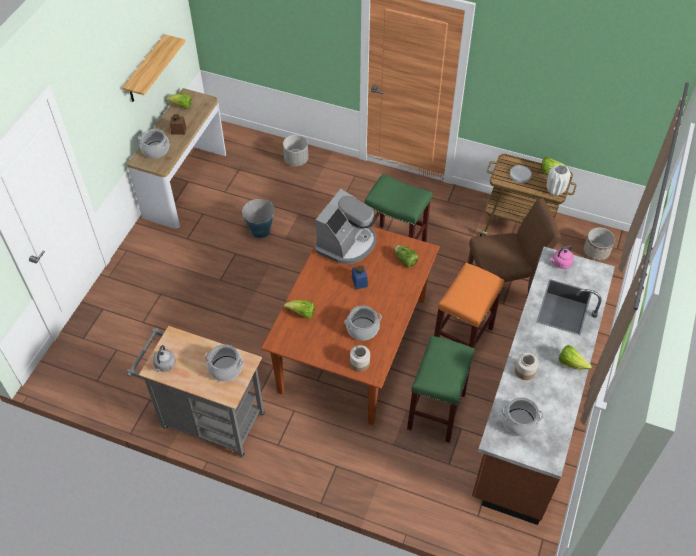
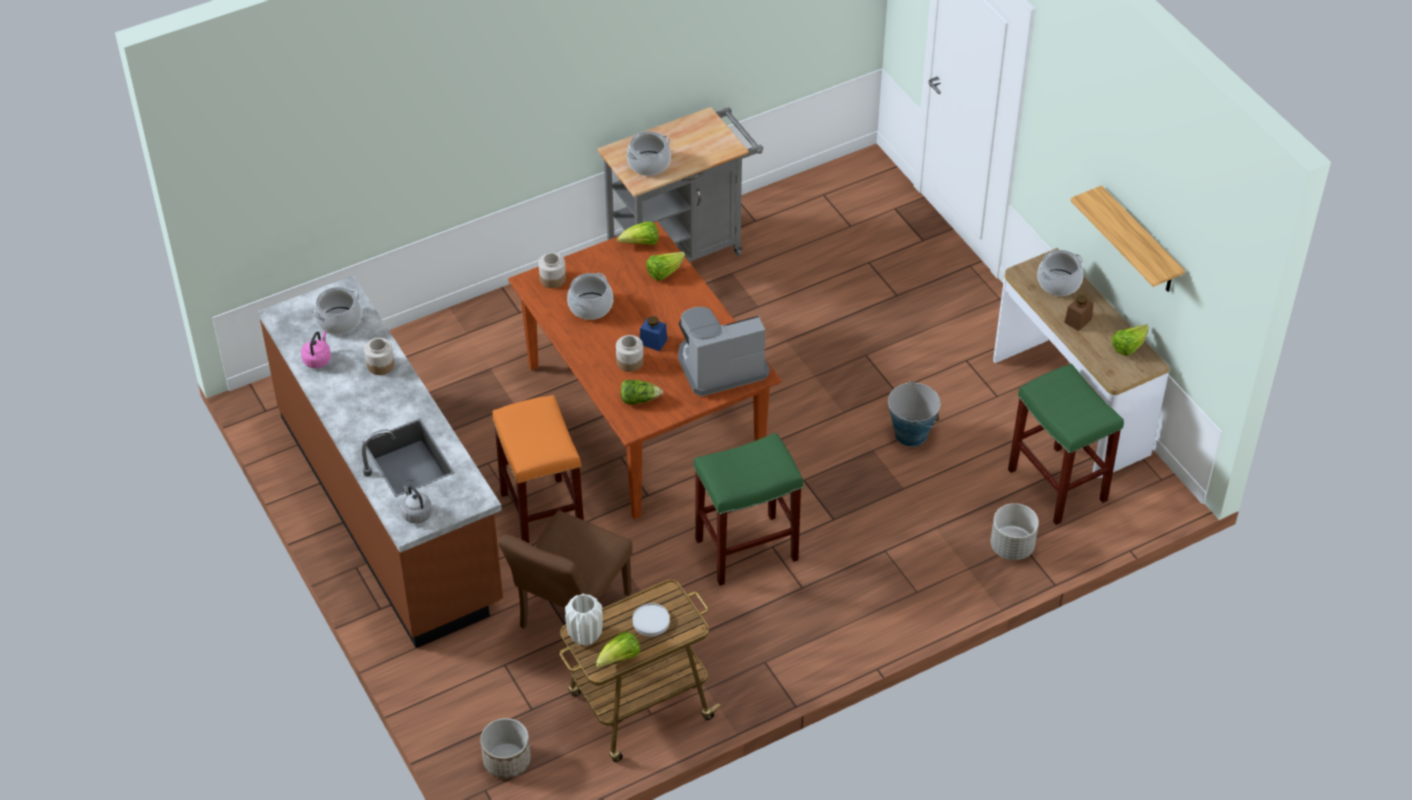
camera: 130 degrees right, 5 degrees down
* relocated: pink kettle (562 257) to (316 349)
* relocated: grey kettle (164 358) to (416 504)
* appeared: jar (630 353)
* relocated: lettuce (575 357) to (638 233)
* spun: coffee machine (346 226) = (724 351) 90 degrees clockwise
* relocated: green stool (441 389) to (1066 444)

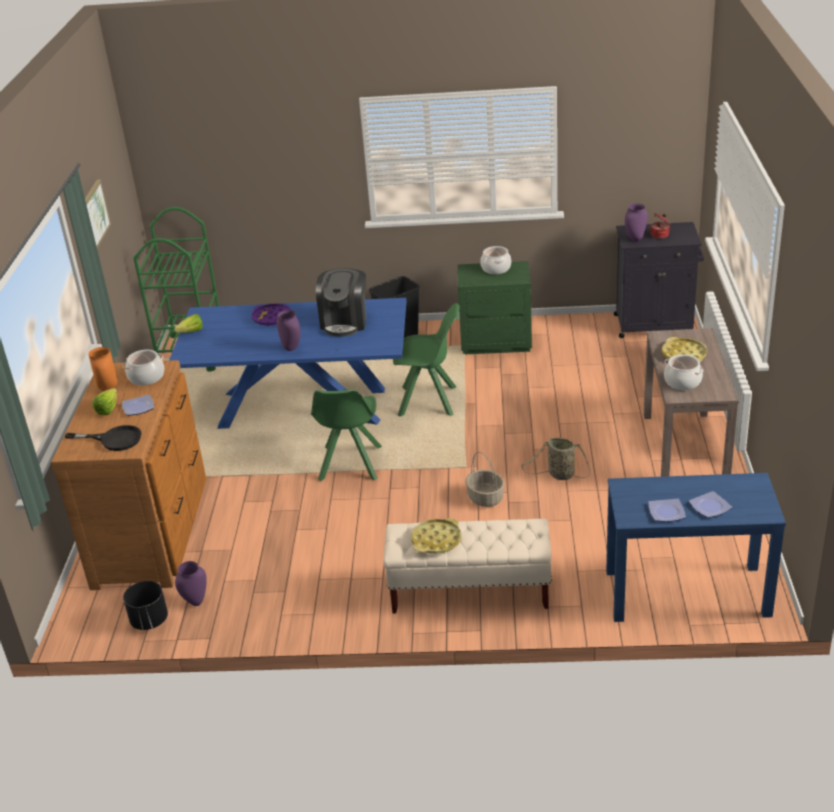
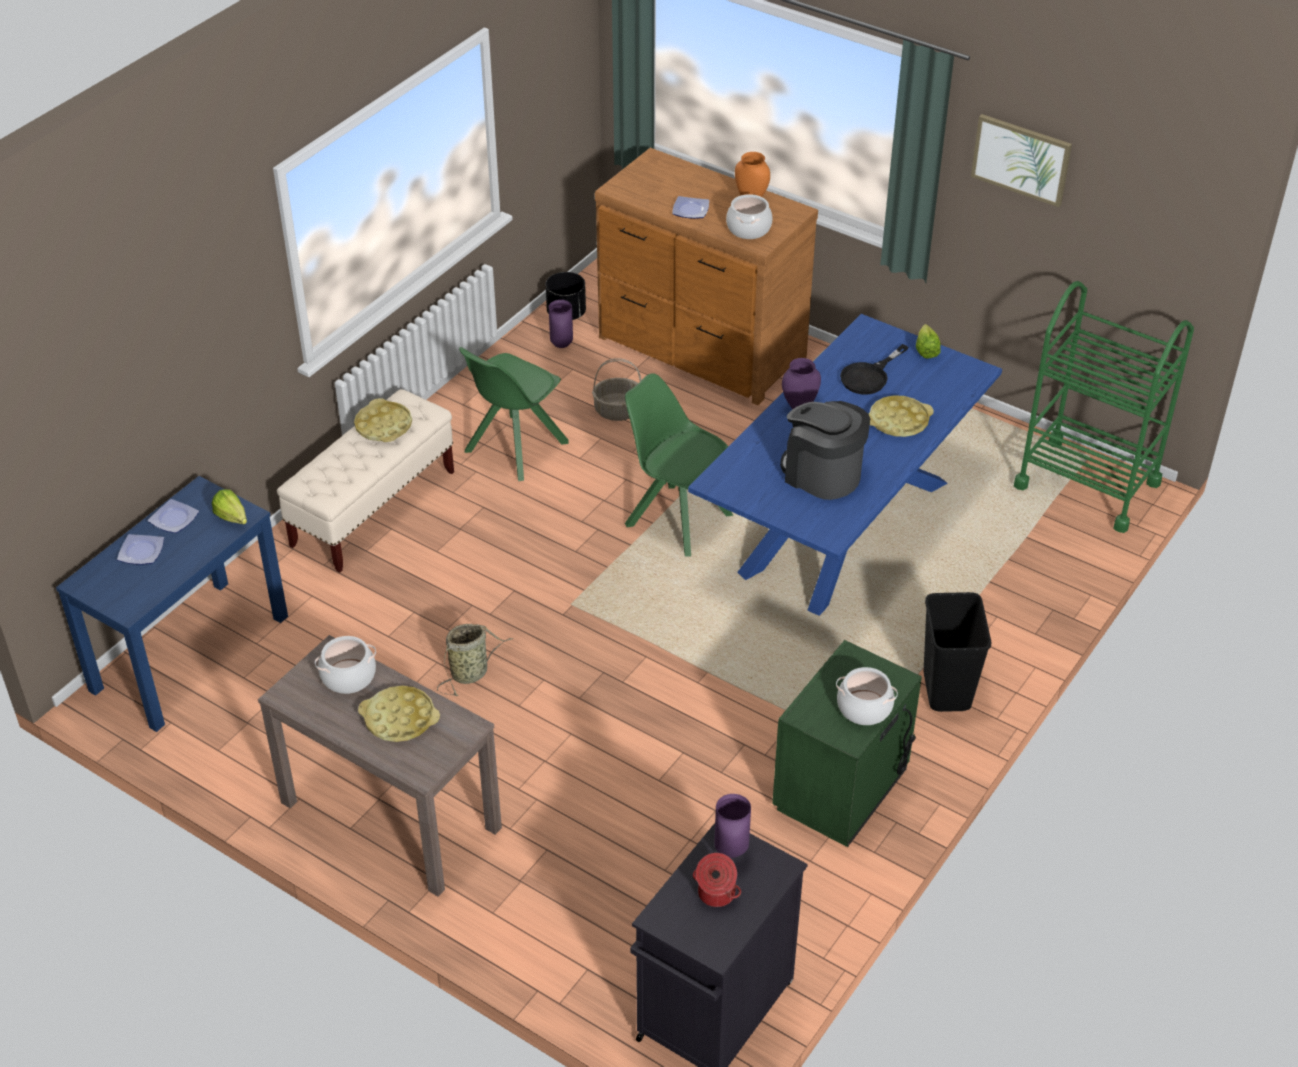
camera: 120 degrees right, 10 degrees up
* relocated: lettuce (104 401) to (229 506)
* relocated: green chair (426 360) to (514 414)
* relocated: basket (484 479) to (617 389)
* relocated: black frying pan (103 438) to (874 369)
* colour: purple tray (271 314) to yellow tray (901 416)

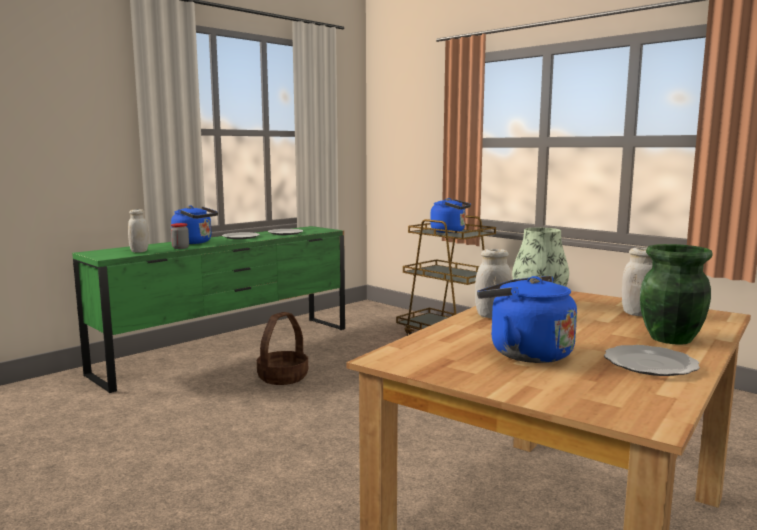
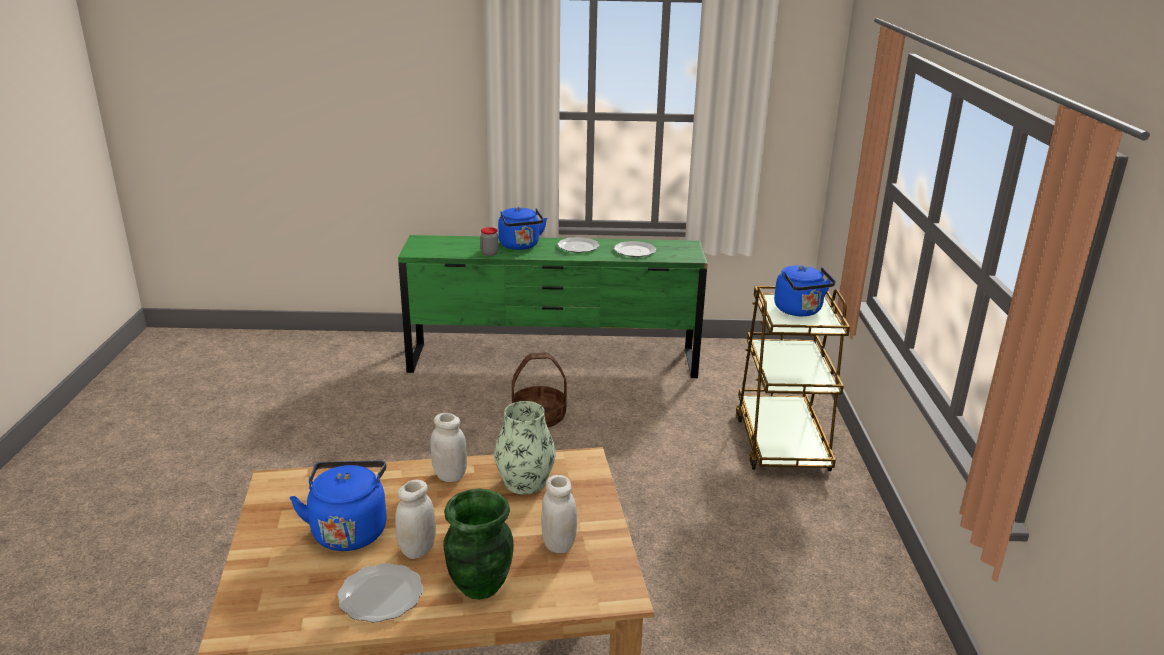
camera: 45 degrees right, 15 degrees up
* relocated: white jar (138 231) to (415 519)

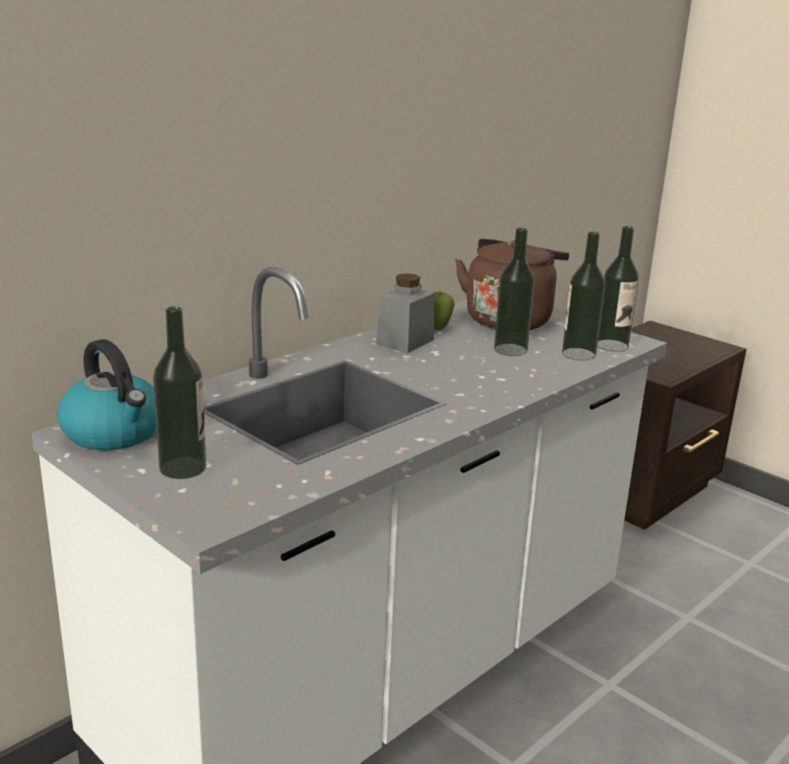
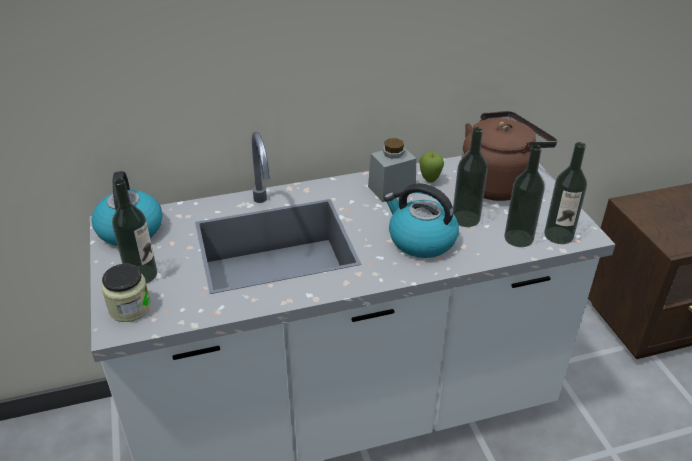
camera: 30 degrees right, 15 degrees up
* appeared: jar (126 293)
* appeared: kettle (421 220)

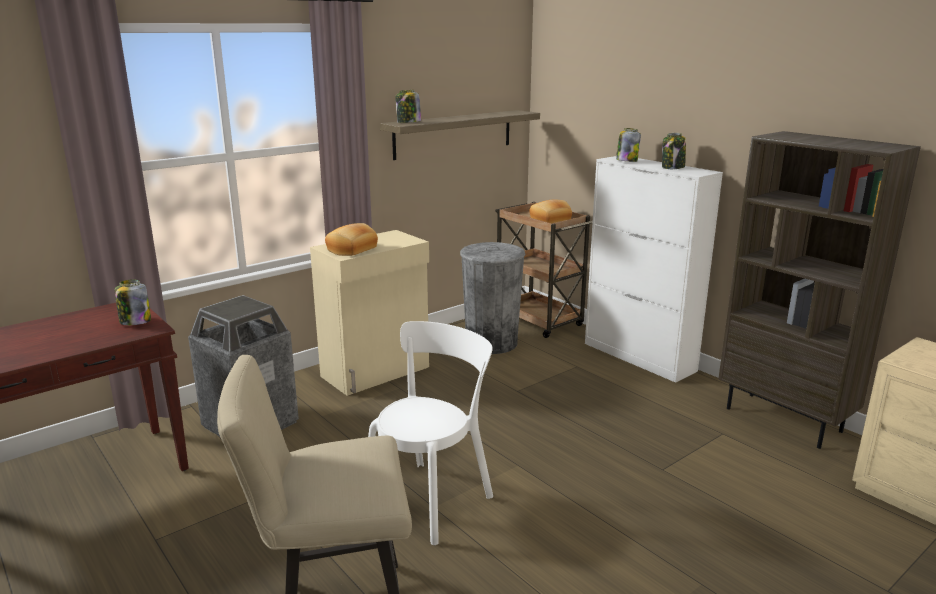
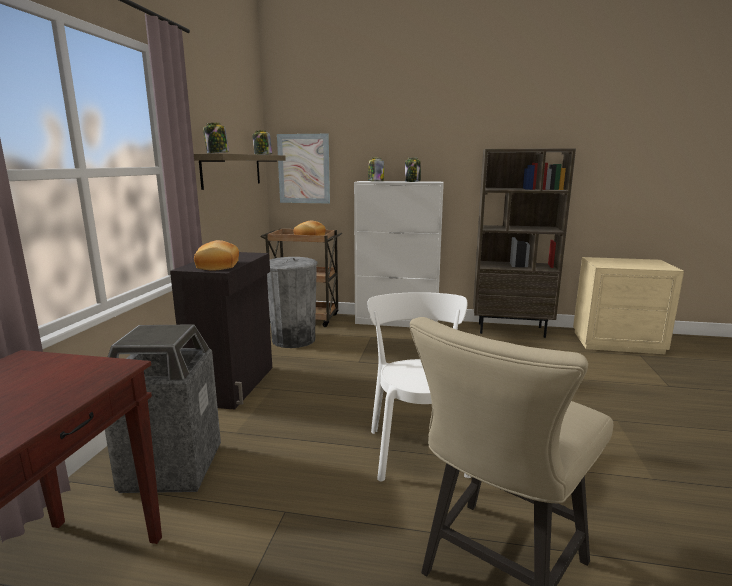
camera: 40 degrees left, 5 degrees down
* colour: beige cabinet (369 313) to black cabinet (221 330)
* relocated: jar (133 302) to (262 142)
* appeared: picture (303 169)

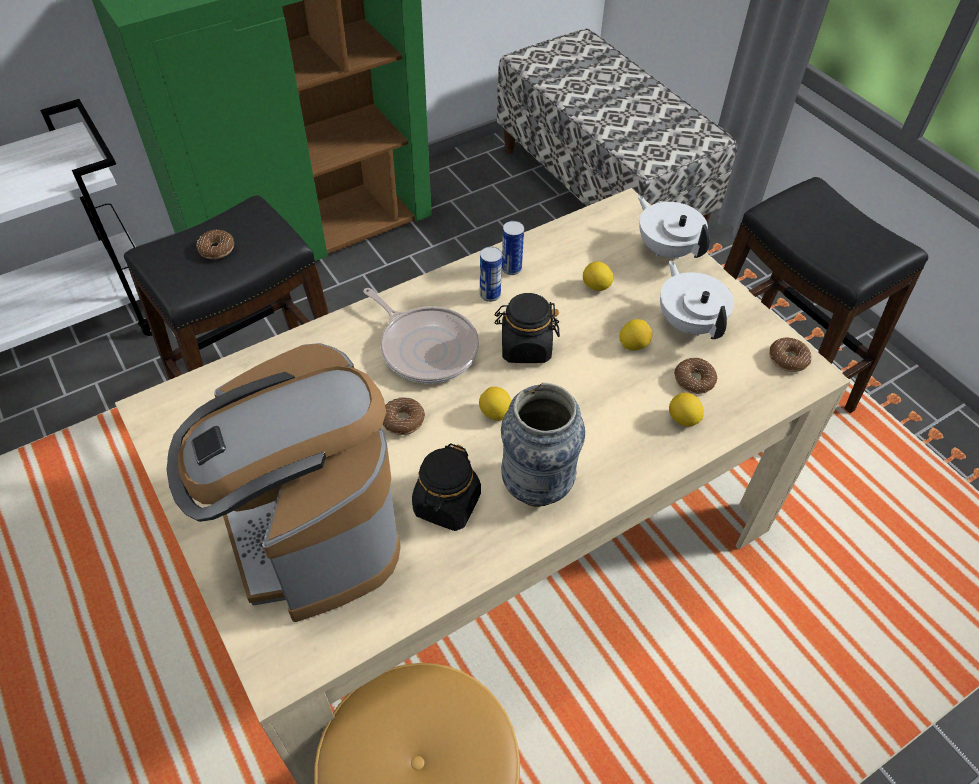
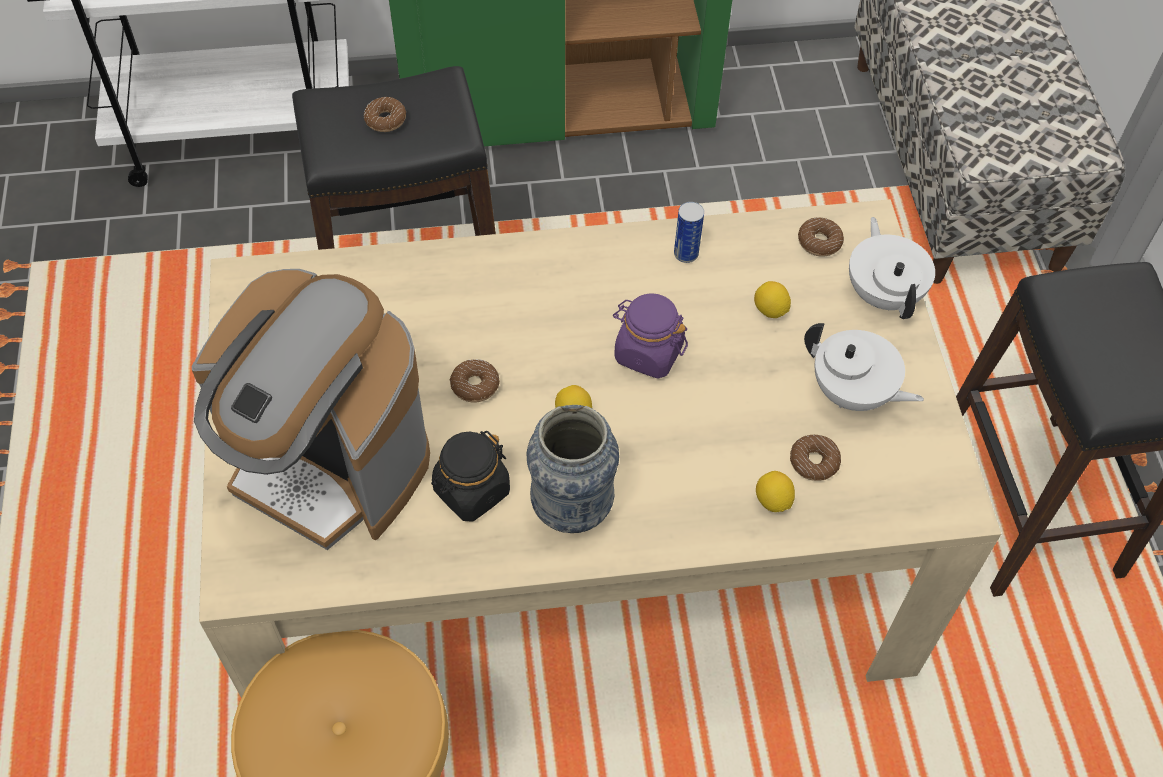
camera: 25 degrees right, 5 degrees up
* spun: coffee machine (284 482) = (311 409) 60 degrees counterclockwise
* colour: black jar (527 328) to purple jar (650 336)
* relocated: donut (790 354) to (821 237)
* spun: white teapot (697 300) = (864 367) 120 degrees clockwise
* missing: frying pan (421 335)
* missing: can (491 274)
* missing: lemon (635 335)

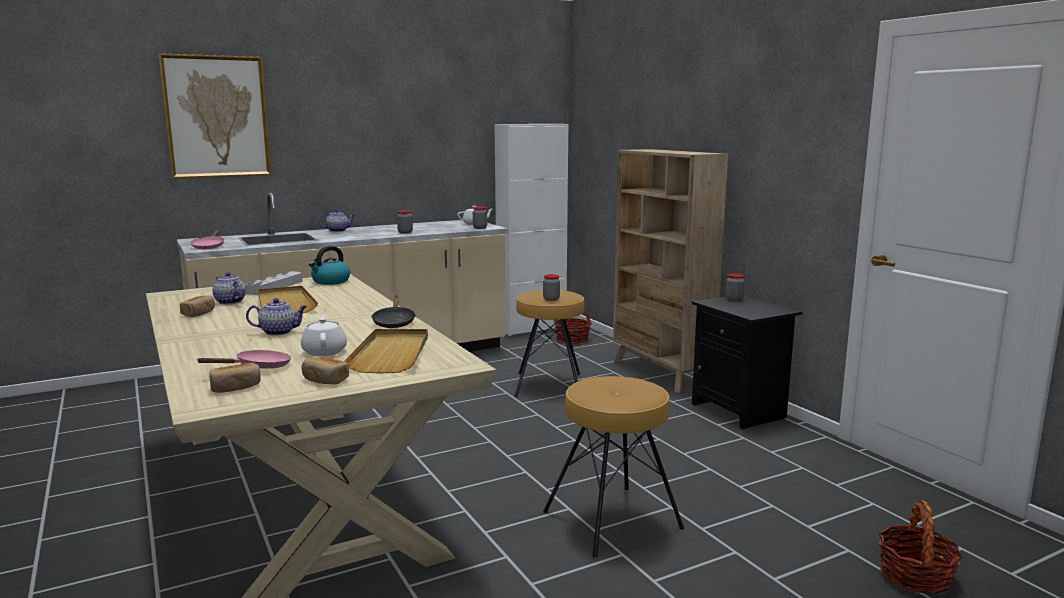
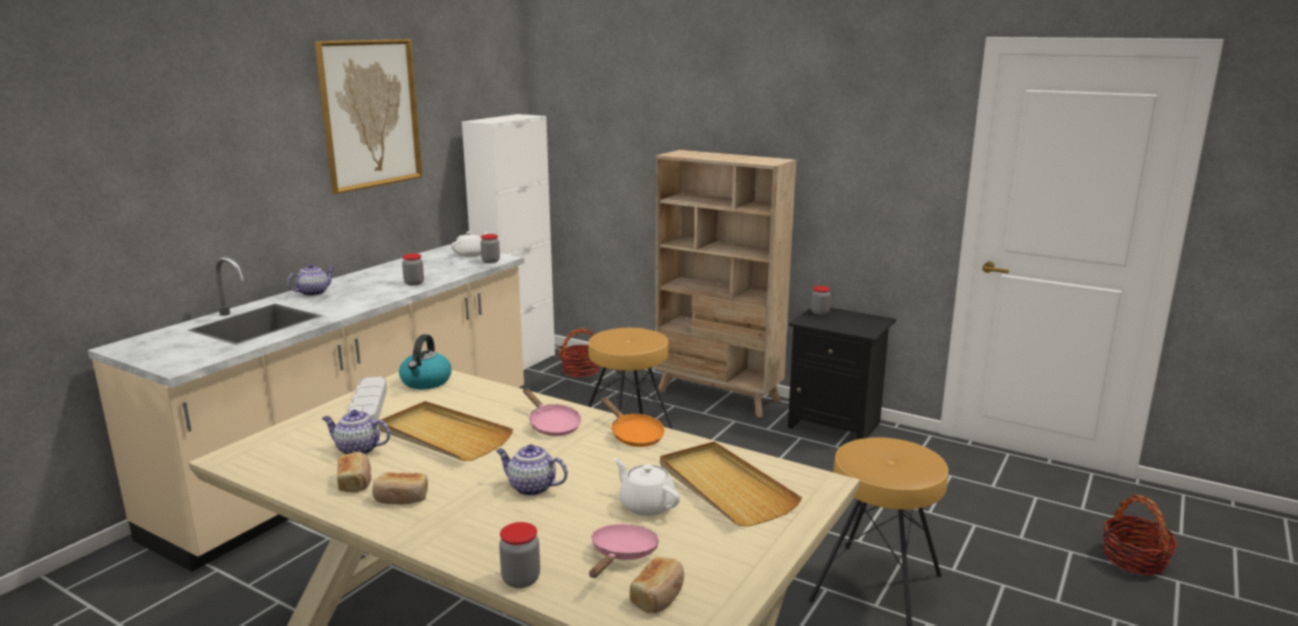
camera: 30 degrees left, 5 degrees up
* relocated: picture (215 116) to (368 116)
* relocated: bread (325 370) to (400 488)
* spun: teapot (276 317) = (532 470) 120 degrees counterclockwise
* relocated: jar (551 287) to (519 555)
* relocated: pink frying pan (207 239) to (552 412)
* colour: black frying pan (393 311) to orange frying pan (632 422)

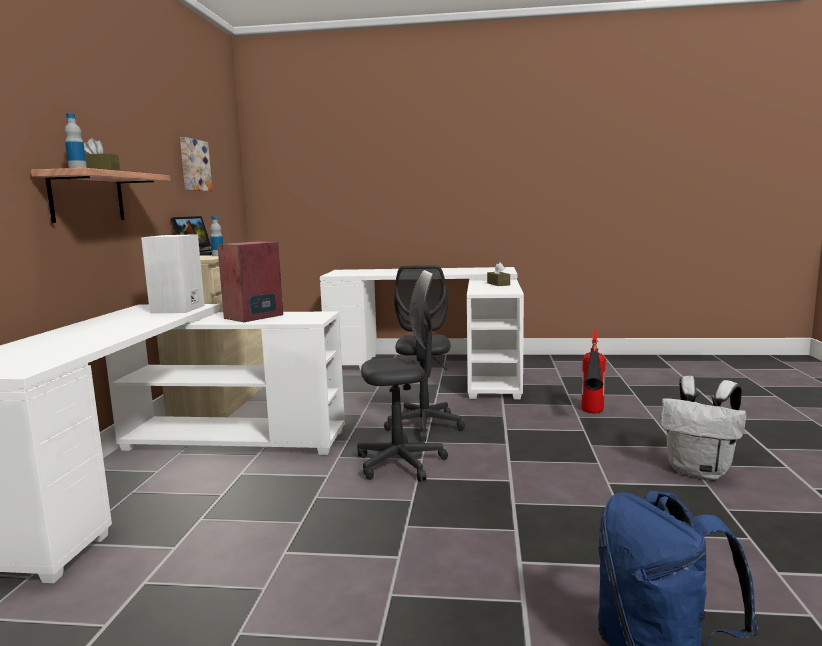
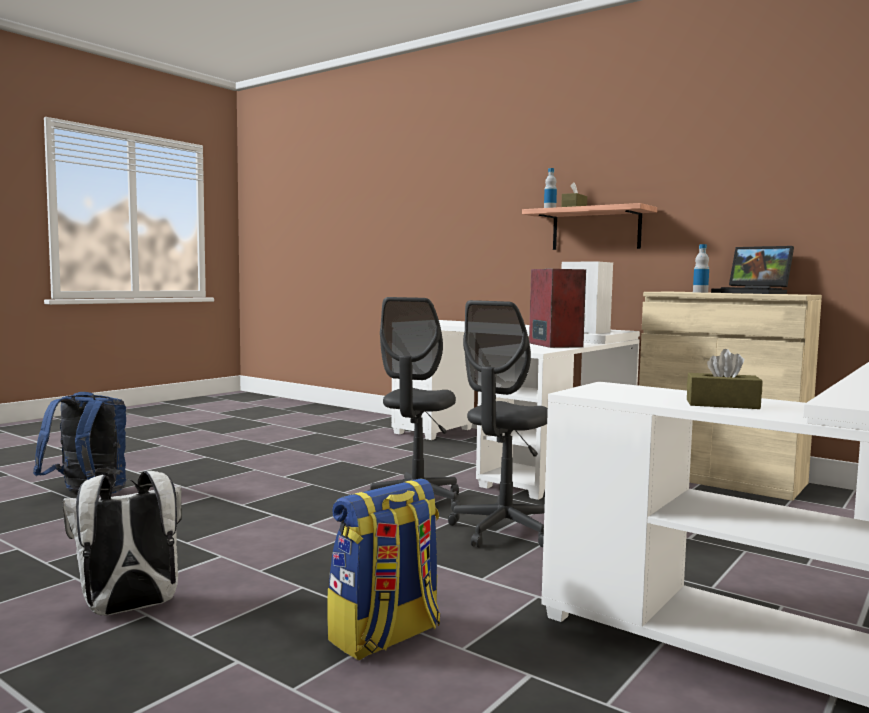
camera: 120 degrees right, 5 degrees down
* exchanged: fire extinguisher (593 371) to backpack (383 569)
* spun: grey office chair (424 353) = (498 424) 90 degrees counterclockwise
* missing: picture (196 164)

